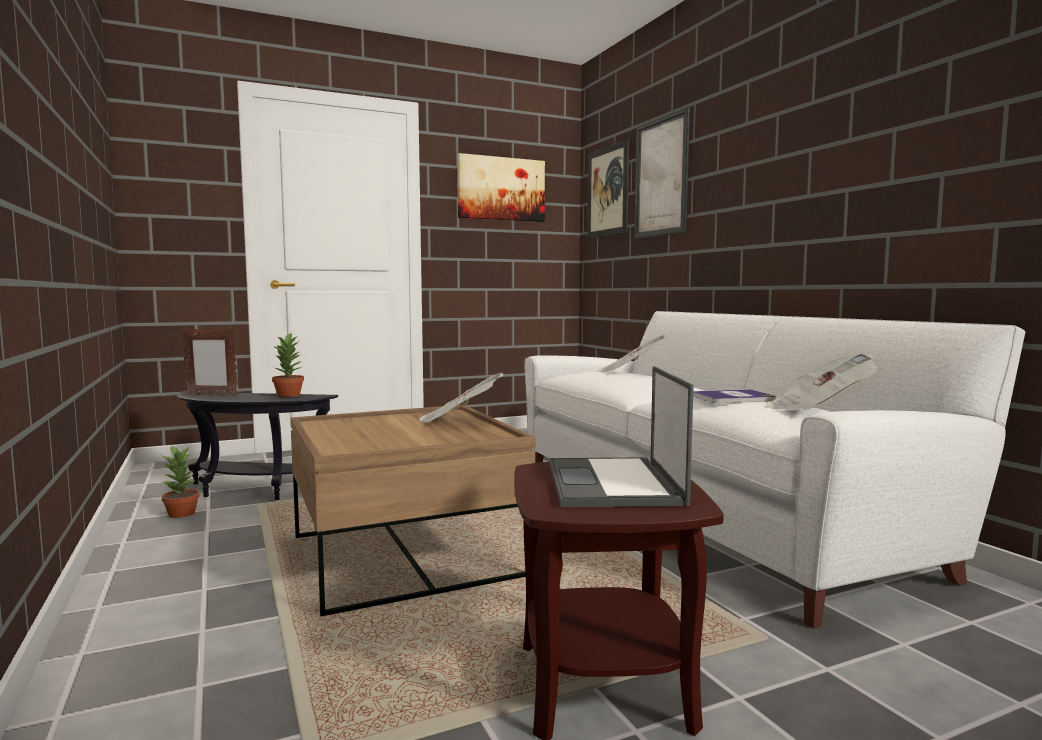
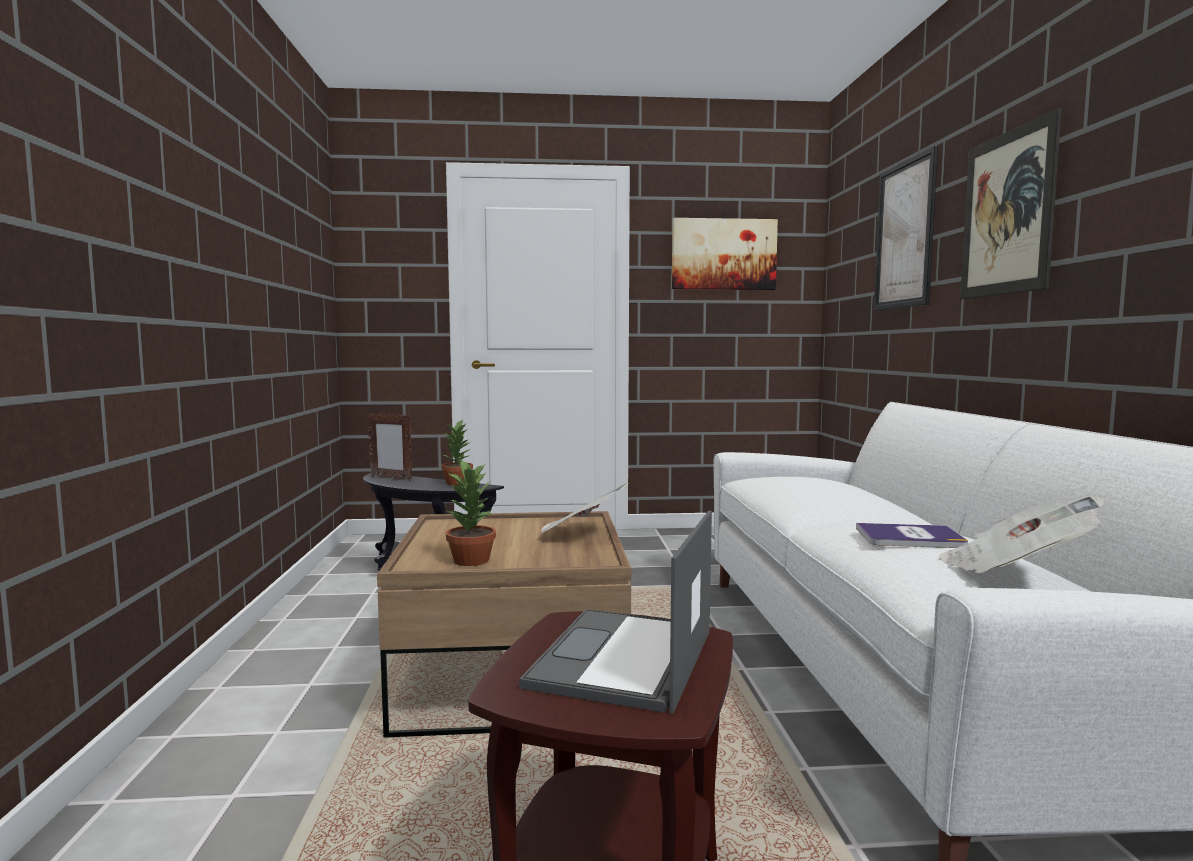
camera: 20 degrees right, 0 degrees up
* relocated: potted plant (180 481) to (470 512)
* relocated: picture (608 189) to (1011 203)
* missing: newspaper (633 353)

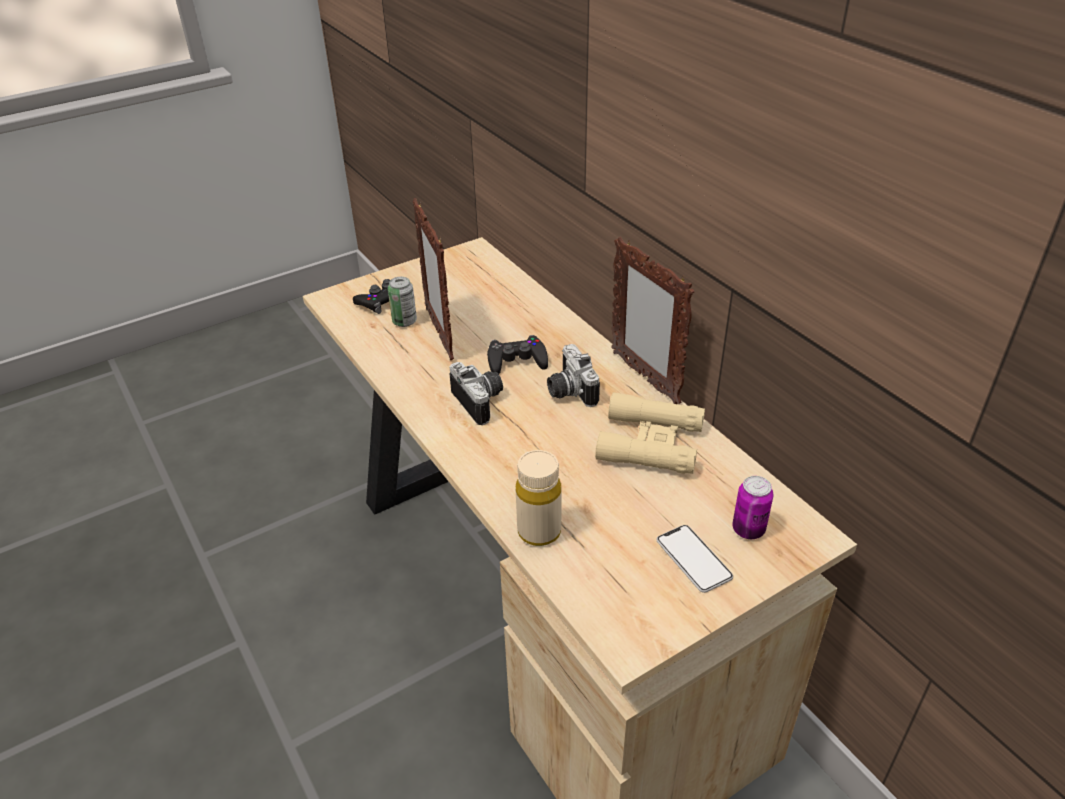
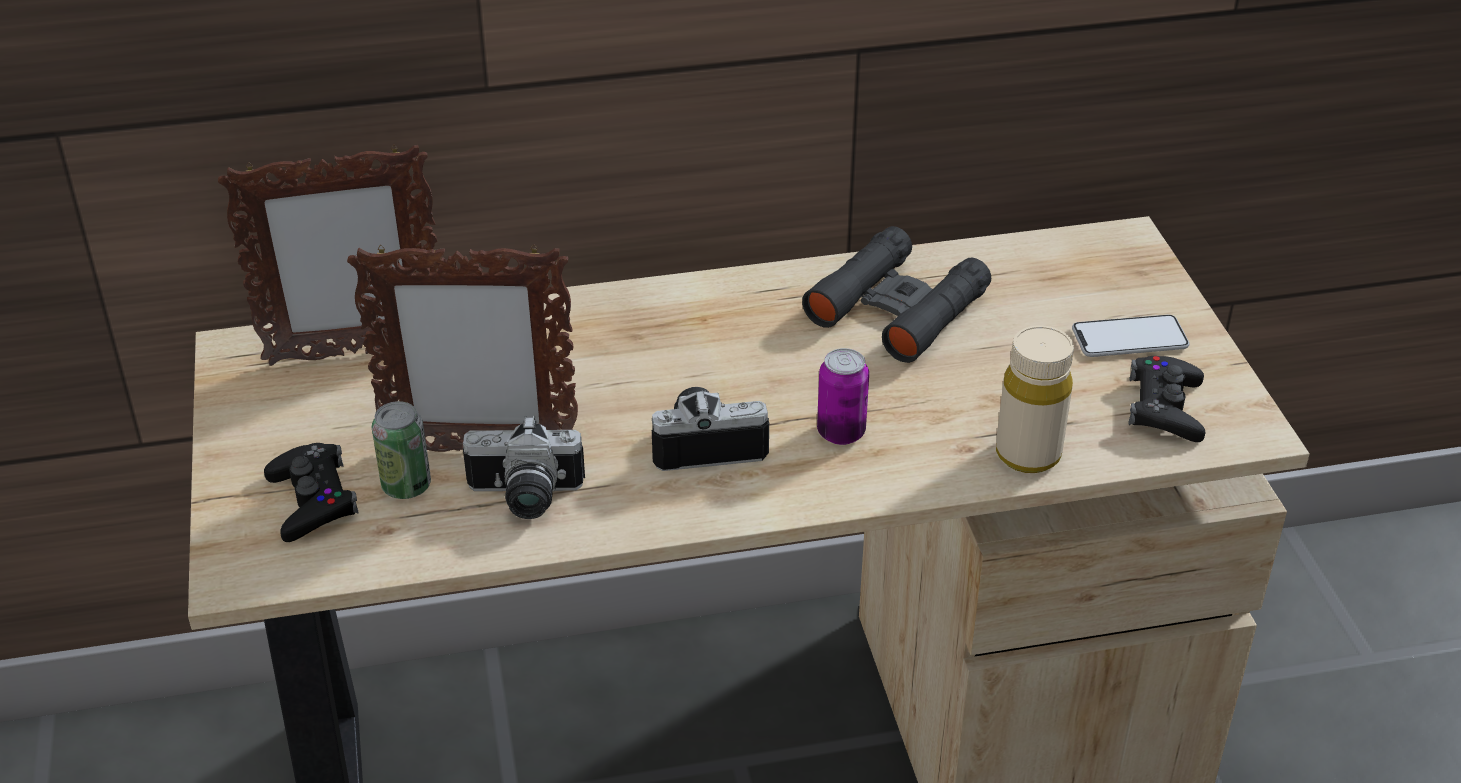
camera: 70 degrees left, 0 degrees up
* relocated: picture frame (652 320) to (328 255)
* relocated: photo camera (573 375) to (524 467)
* colour: beige binoculars (650 433) to black binoculars (896 294)
* relocated: can (753 507) to (843 396)
* relocated: black game controller (517 354) to (1166 399)

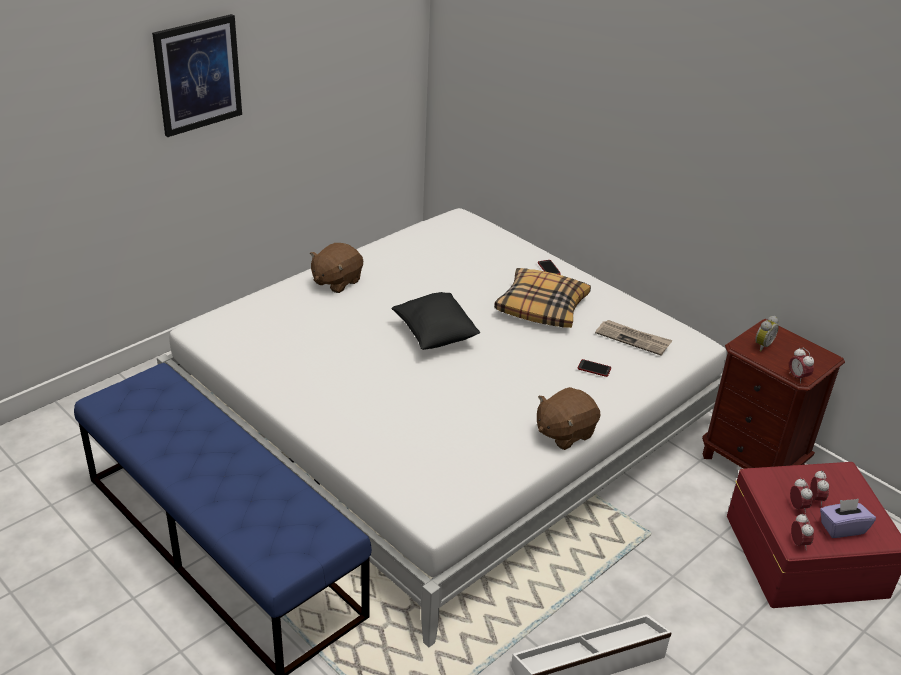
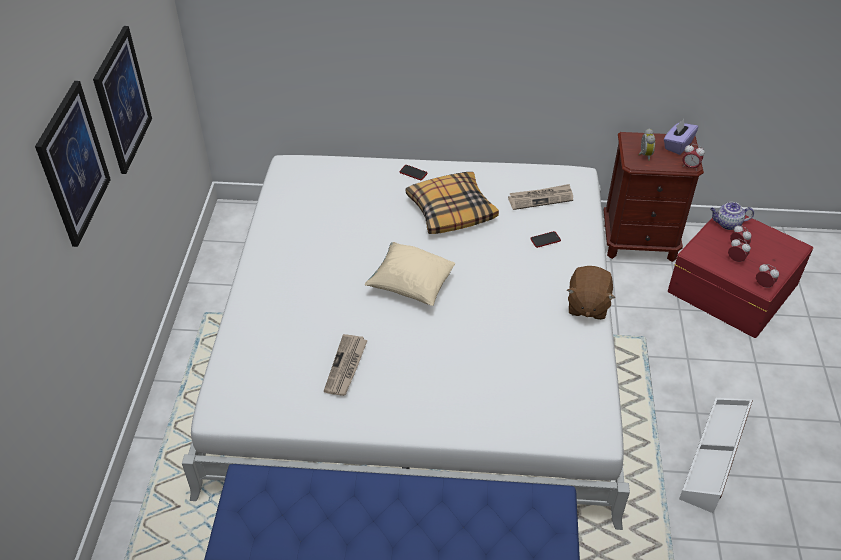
camera: 40 degrees left, 10 degrees up
* appeared: picture (122 100)
* appeared: newspaper (346 365)
* colour: black pillow (435 321) to beige pillow (410 274)
* relocated: purple tissue box (848 518) to (681 137)
* appeared: teapot (732 216)
* missing: brown plush toy (336 268)

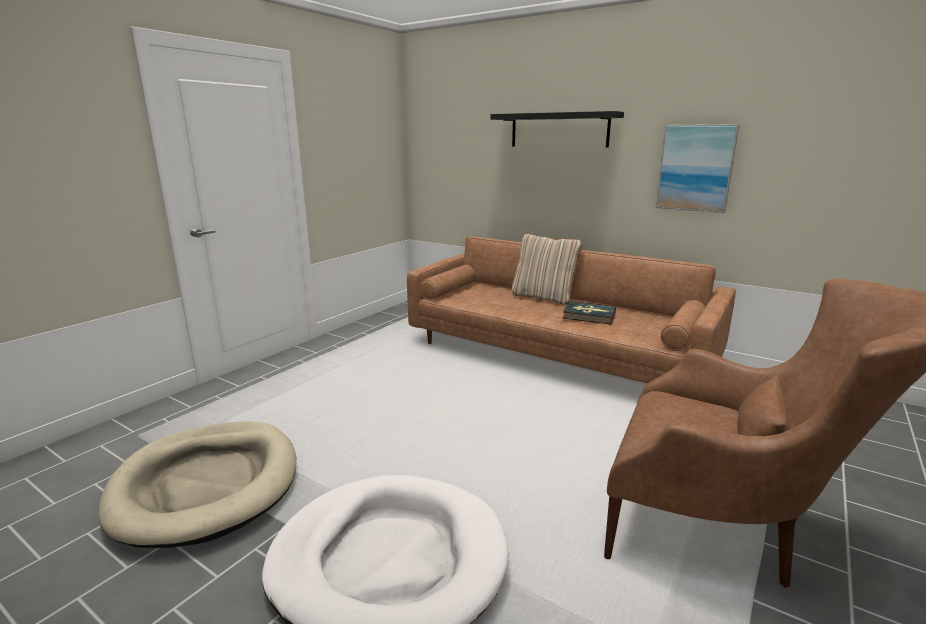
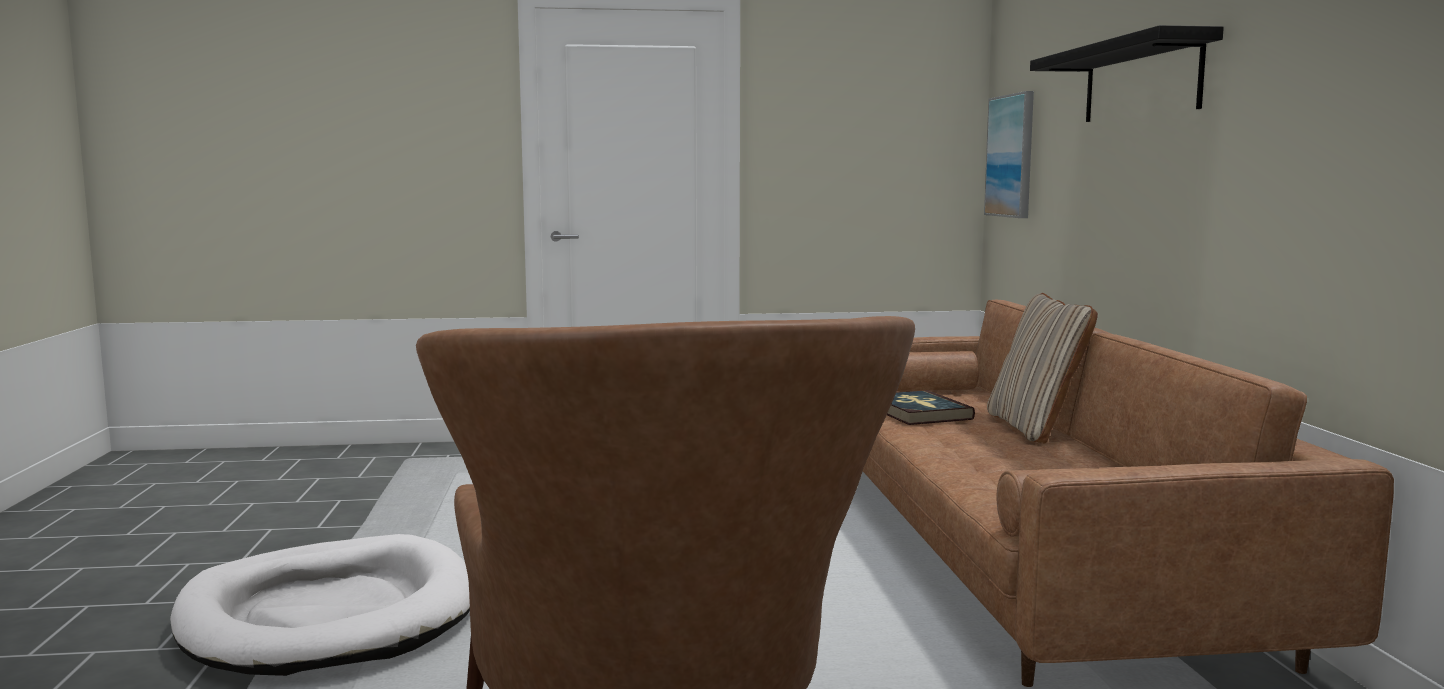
camera: 50 degrees right, 10 degrees down
* relocated: book (589 312) to (931 407)
* relocated: picture (697 168) to (1009 154)
* missing: beige dog bed (197 485)

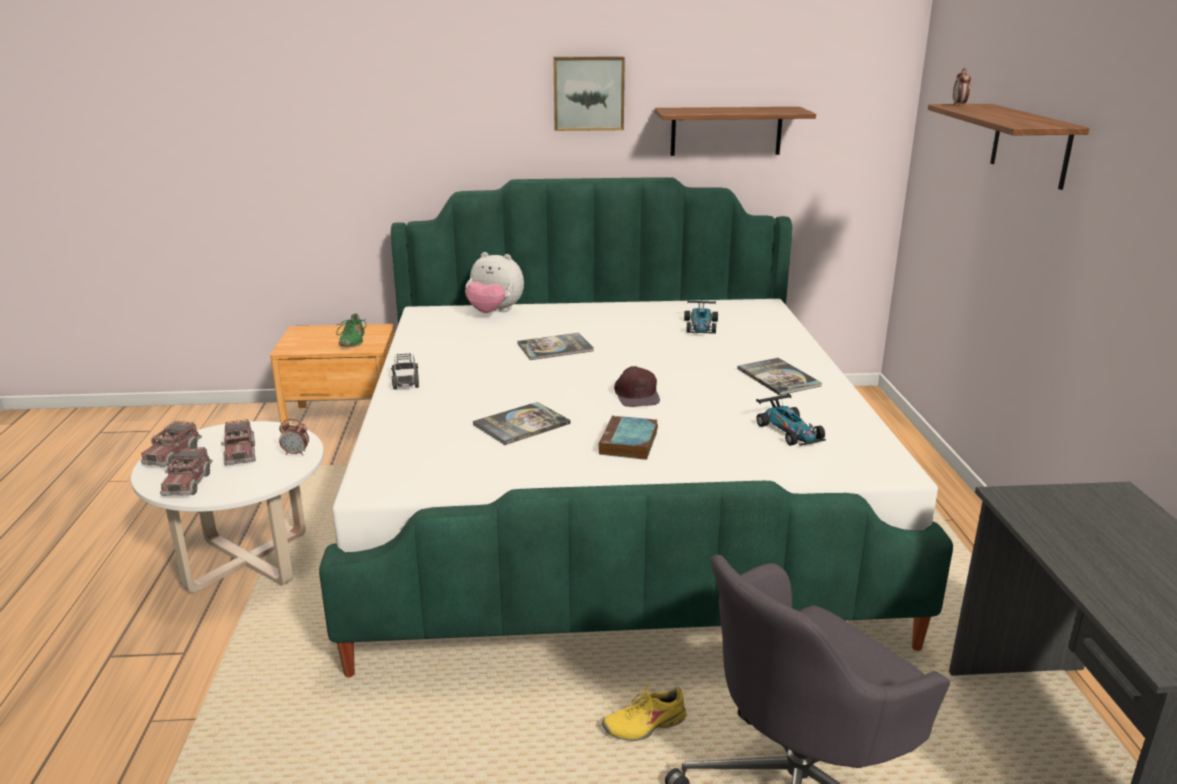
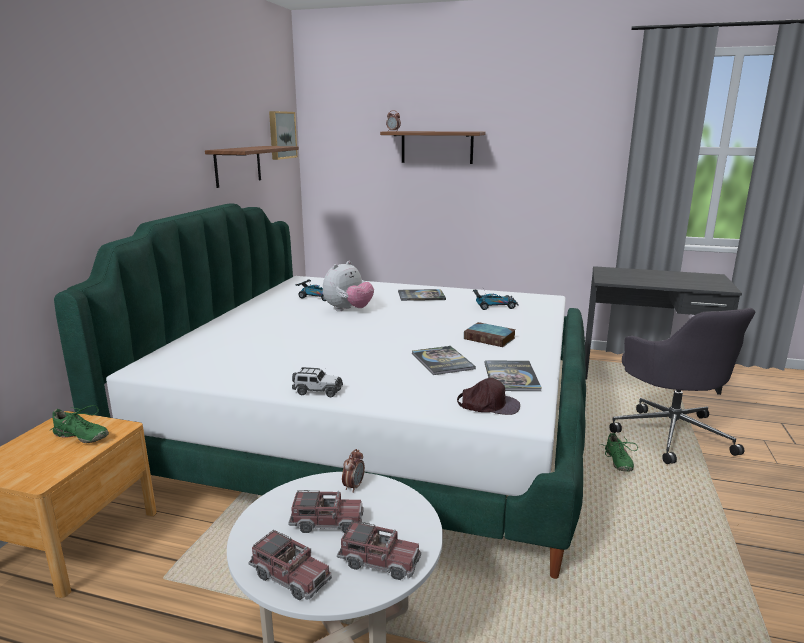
camera: 70 degrees left, 5 degrees down
* relocated: picture (589 93) to (283 135)
* relocated: plush toy (494 282) to (348 286)
* relocated: brown cap (637 386) to (488 396)
* relocated: book (555 346) to (513 376)
* colour: yellow shoe (644 712) to green shoe (621 452)

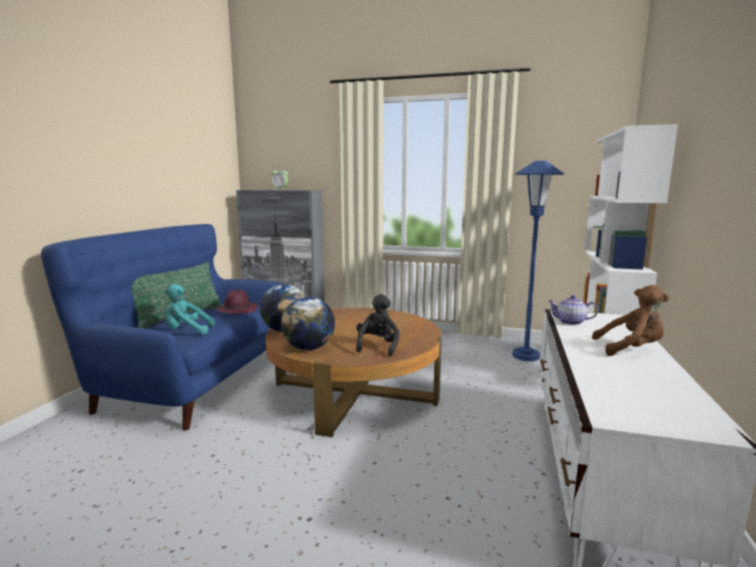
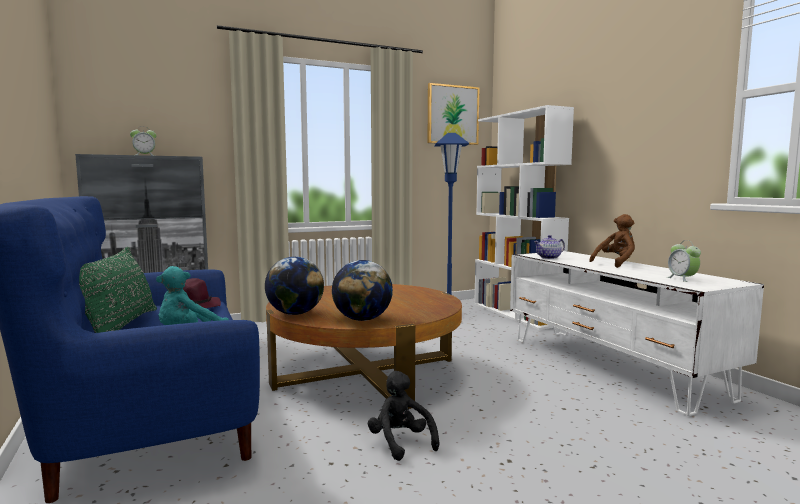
camera: 40 degrees left, 5 degrees down
* relocated: black plush toy (378 325) to (404 416)
* appeared: picture (453 114)
* appeared: alarm clock (684 261)

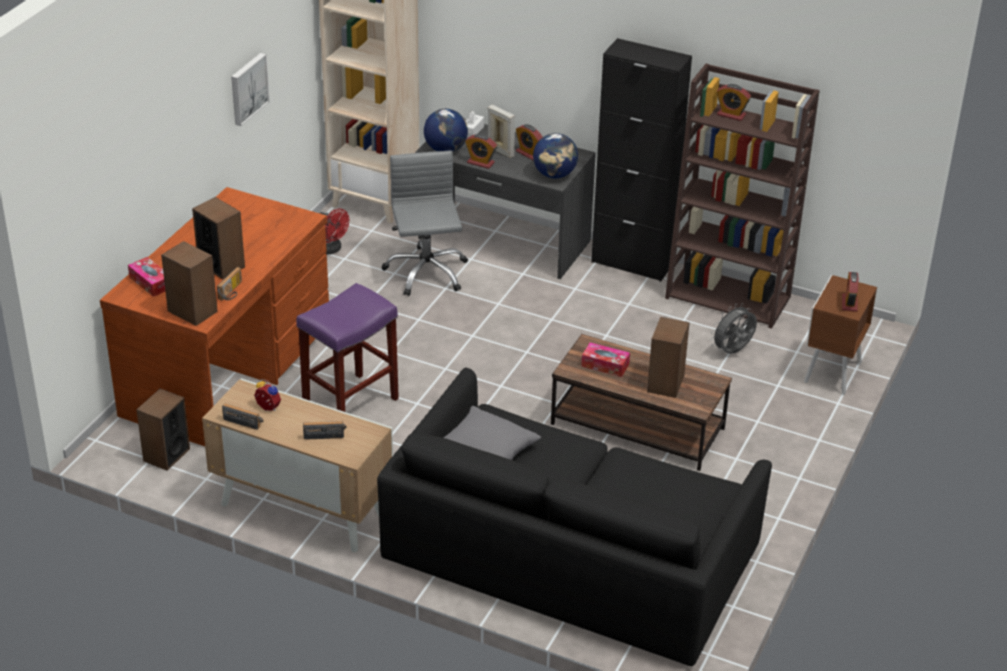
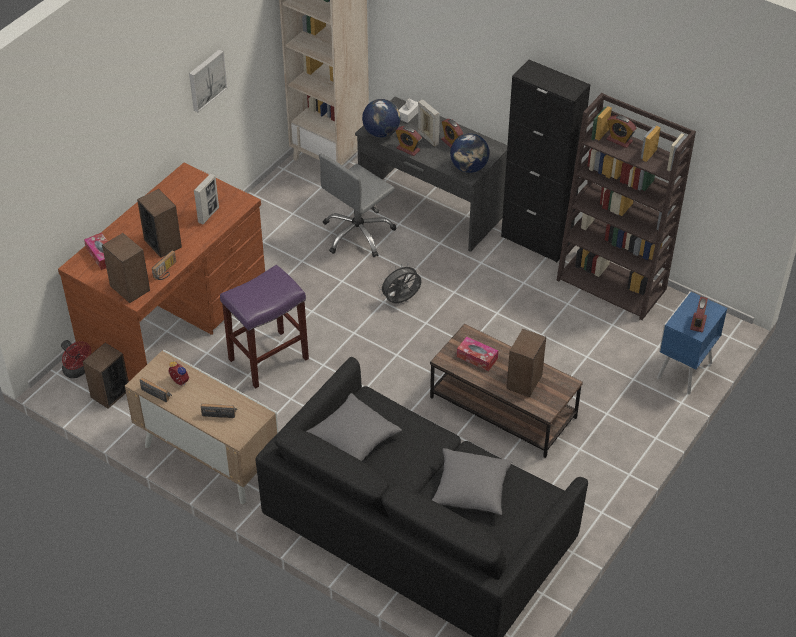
camera: 10 degrees right, 10 degrees up
* relocated: red fan (334 231) to (76 359)
* appeared: picture frame (206 199)
* spun: grey office chair (424 223) = (357 205) 135 degrees counterclockwise
* relocated: grey fan (733 328) to (400 283)
* appeared: grey pillow (472 481)
* colour: brown nightstand (840 334) to blue nightstand (692 343)

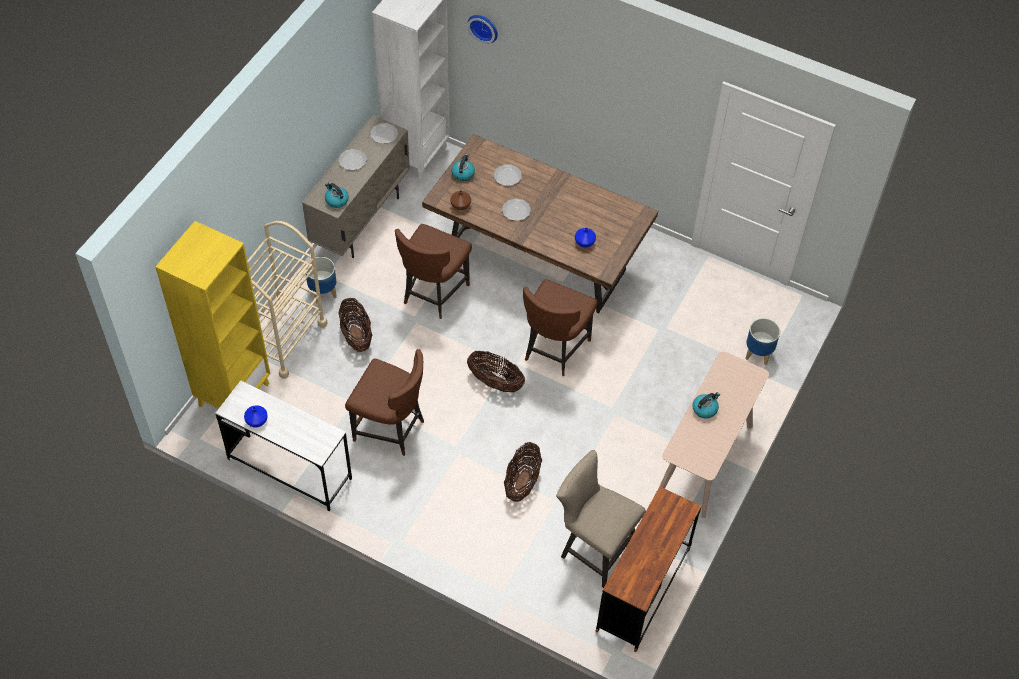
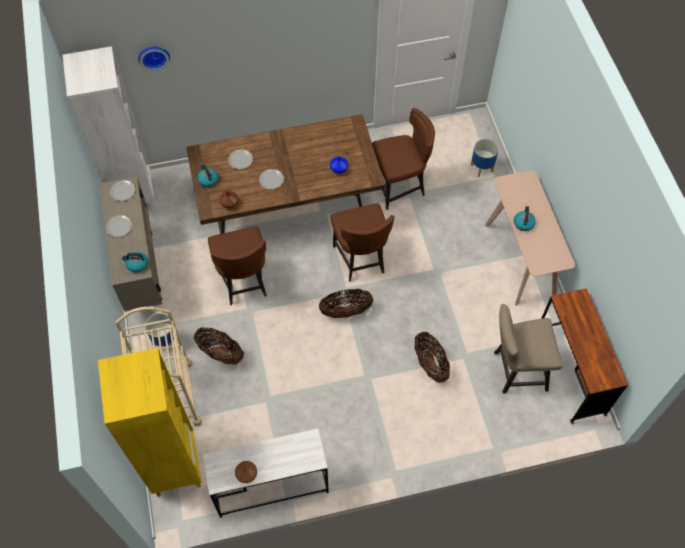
camera: 40 degrees left, 5 degrees up
* colour: blue vase (256 416) to brown vase (246 472)
* relocated: brown chair (384 402) to (403 159)

